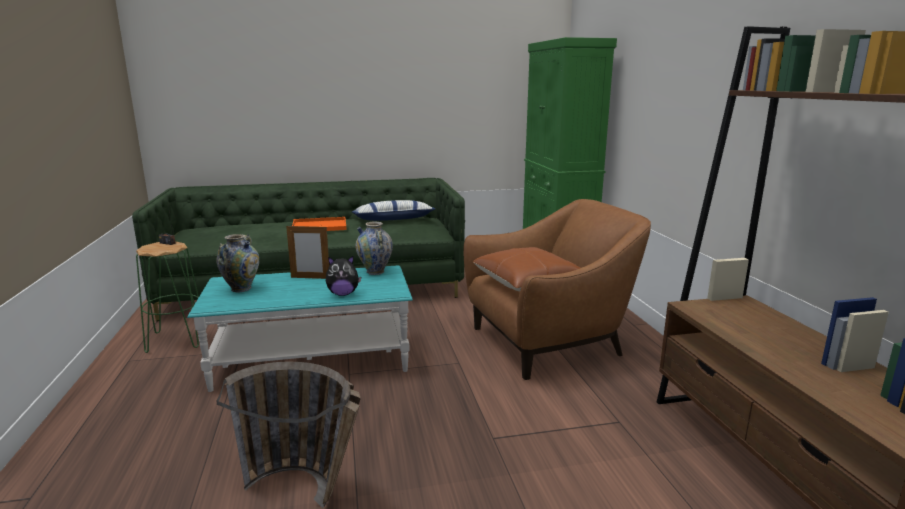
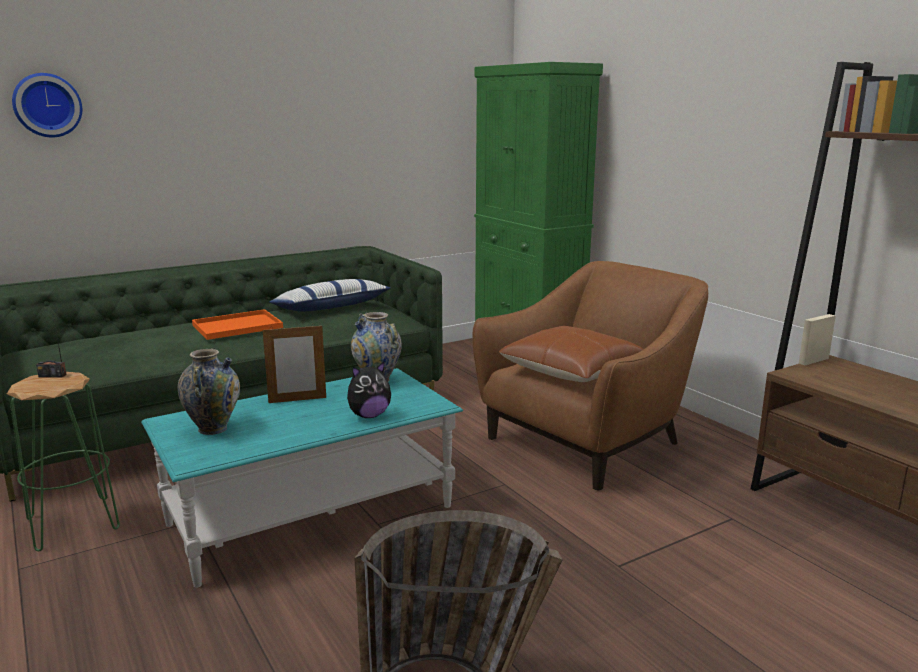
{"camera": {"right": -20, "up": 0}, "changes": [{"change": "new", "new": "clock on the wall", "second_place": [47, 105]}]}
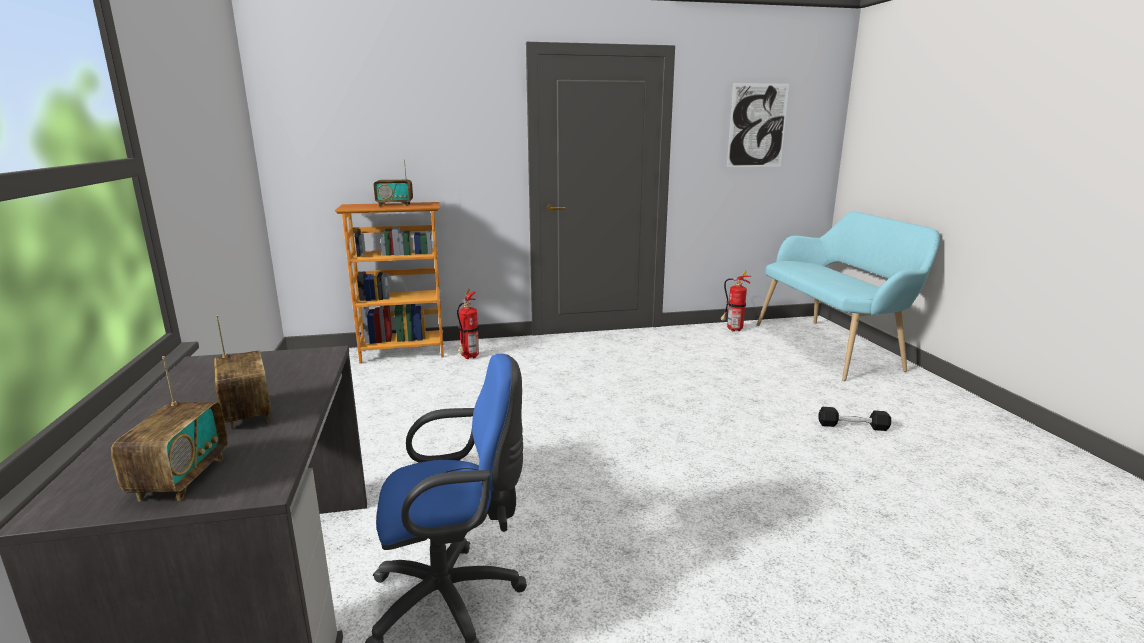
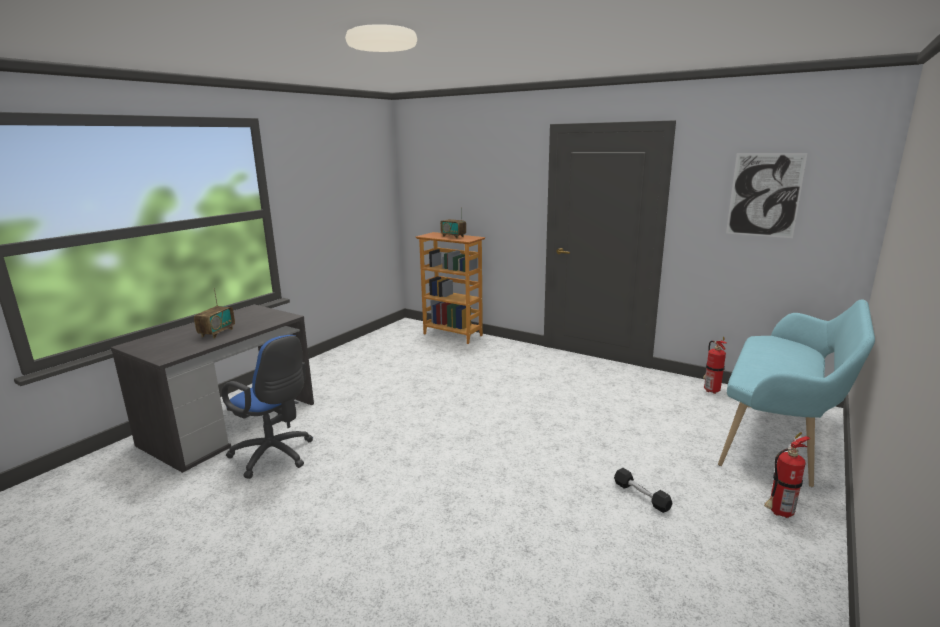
{"camera": {"right": 45, "up": 0}, "changes": [{"change": "shifted", "old": "fire extinguisher", "first_place": [469, 358], "second_place": [778, 513]}, {"change": "gone", "old": "radio receiver", "first_place": [181, 478]}]}
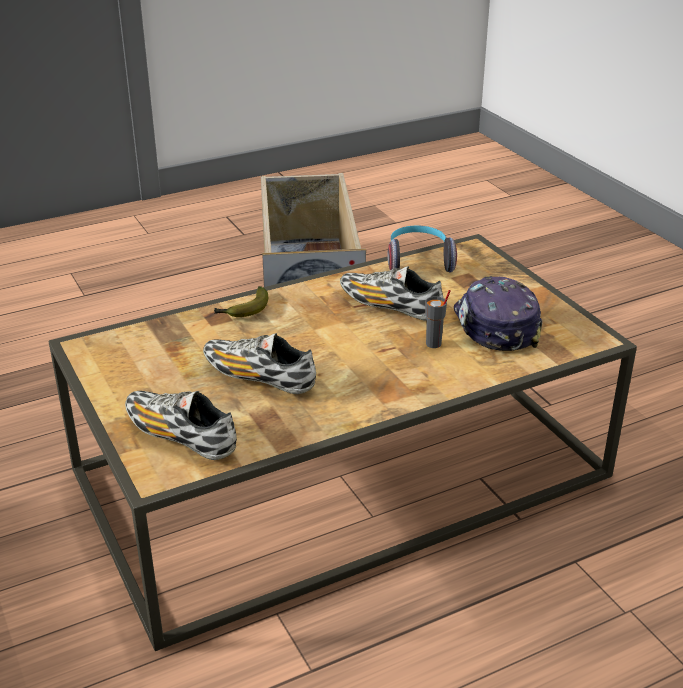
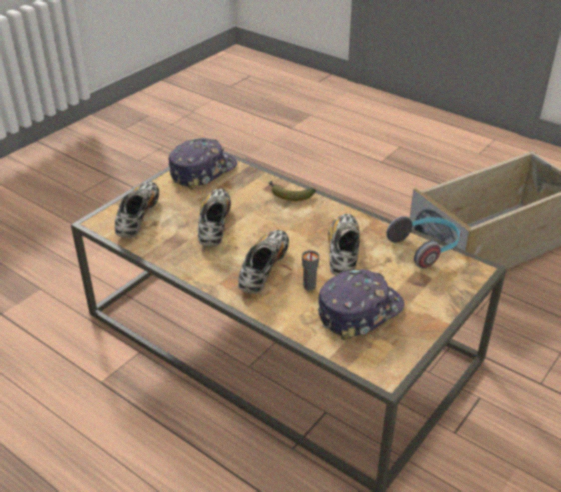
{"camera": {"right": 65, "up": 5}, "changes": [{"change": "new", "new": "cap", "second_place": [202, 171]}, {"change": "new", "new": "item of footwear", "second_place": [264, 269]}]}
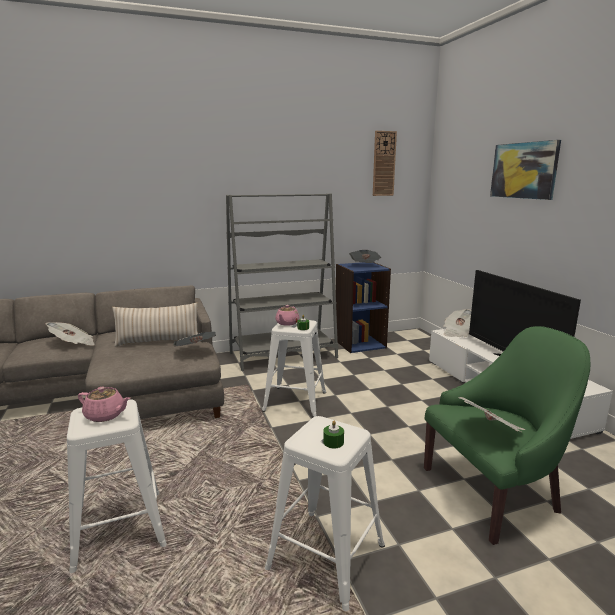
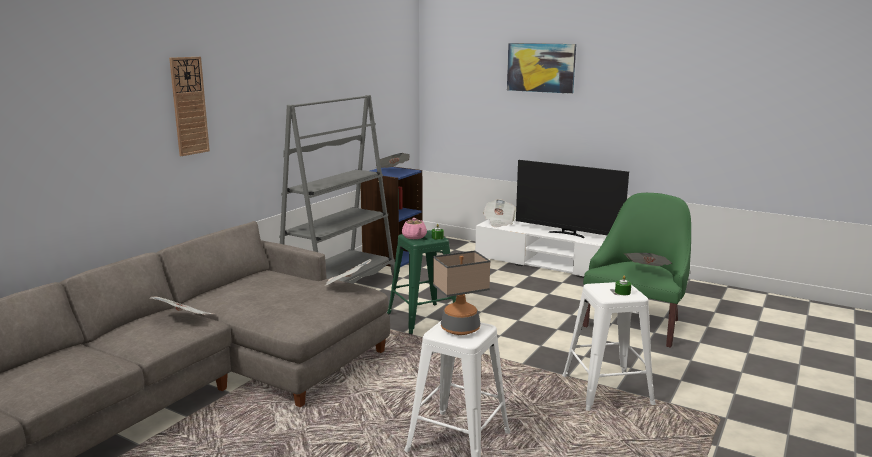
{"camera": {"right": -40, "up": 0}, "changes": [{"change": "shifted", "old": "clock on the wall", "first_place": [384, 164], "second_place": [189, 106]}, {"change": "repainted", "old": "whitish stool seat", "new": "greenish stool seat", "first_place": [294, 400], "second_place": [422, 318]}, {"change": "swapped", "old": "pinkish pot for tea", "new": "lamp for a table", "first_place": [105, 415], "second_place": [460, 329]}, {"change": "gone", "old": "beige-coloured throw pillow", "first_place": [158, 341]}]}
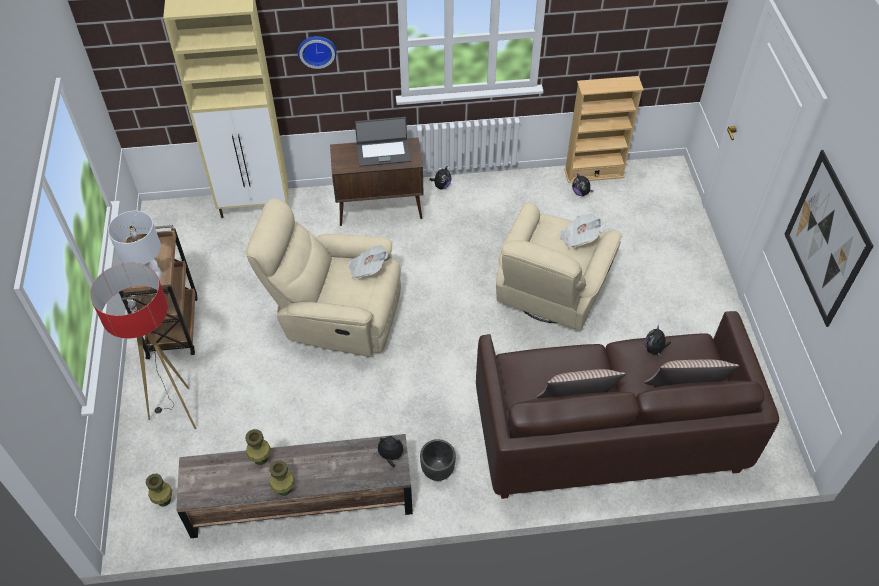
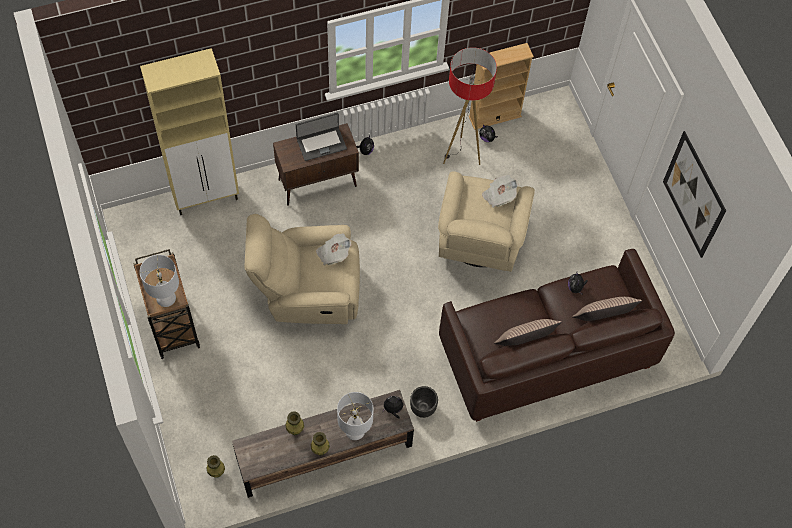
{"camera": {"right": -15, "up": 10}, "changes": [{"change": "new", "new": "whitish lamp for a table", "second_place": [355, 431]}, {"change": "shifted", "old": "floor lamp", "first_place": [177, 411], "second_place": [461, 155]}, {"change": "gone", "old": "clock on the wall", "first_place": [316, 50]}]}
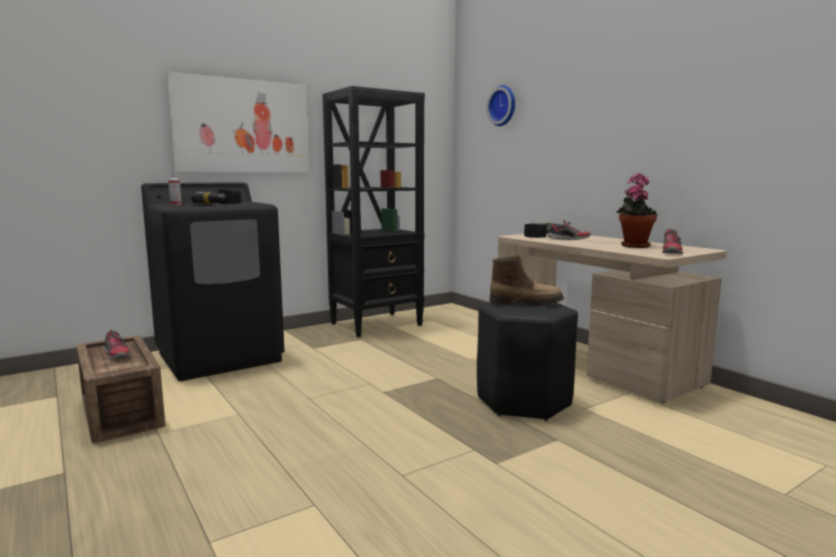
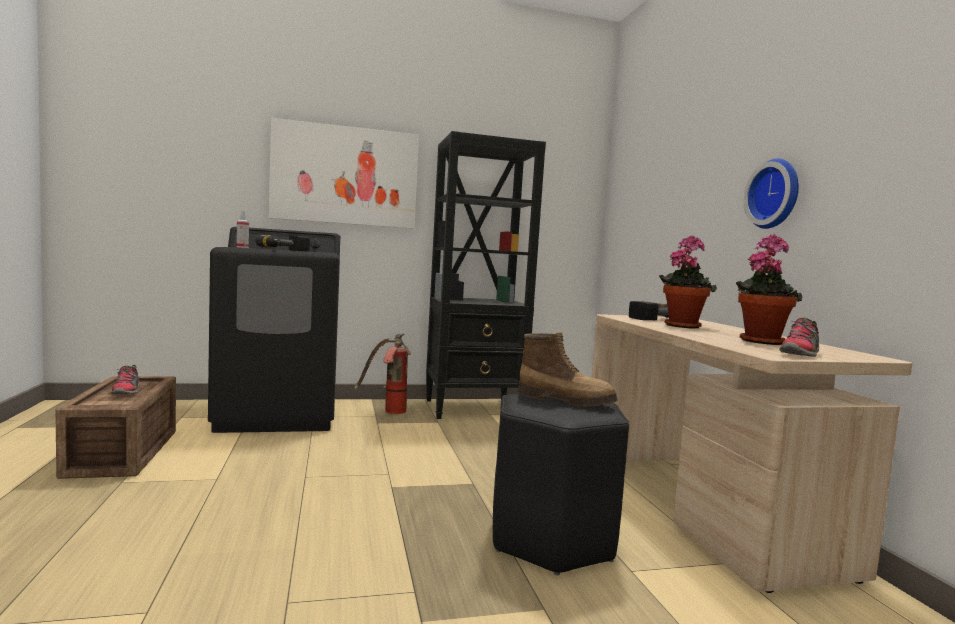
{"camera": {"right": 20, "up": -5}, "changes": [{"change": "new", "new": "fire extinguisher", "second_place": [386, 411]}, {"change": "swapped", "old": "item of footwear", "new": "potted plant", "first_place": [569, 239], "second_place": [682, 325]}, {"change": "shifted", "old": "clock on the wall", "first_place": [503, 106], "second_place": [776, 194]}]}
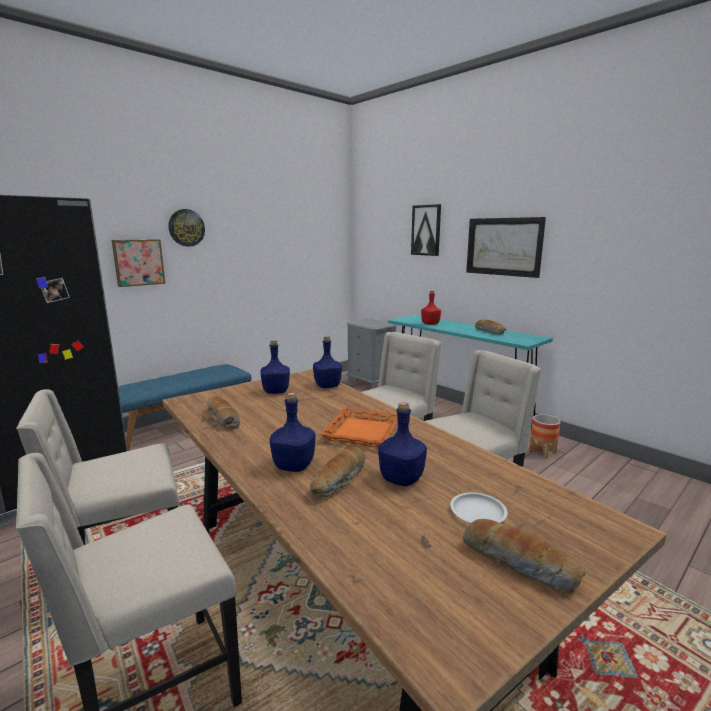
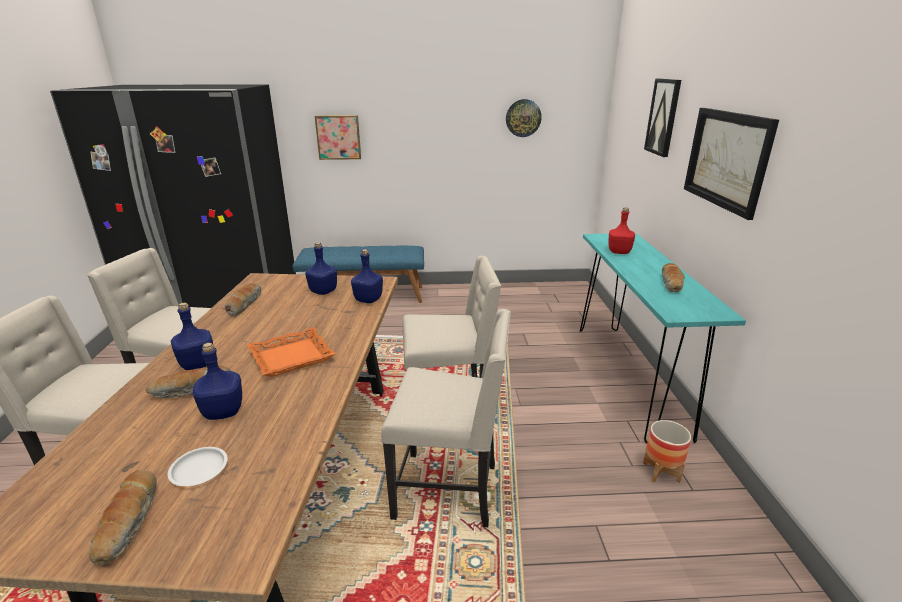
{"camera": {"right": 40, "up": 10}, "changes": [{"change": "shifted", "old": "clock on the wall", "first_place": [186, 228], "second_place": [523, 118]}, {"change": "gone", "old": "gray nightstand", "first_place": [370, 384]}]}
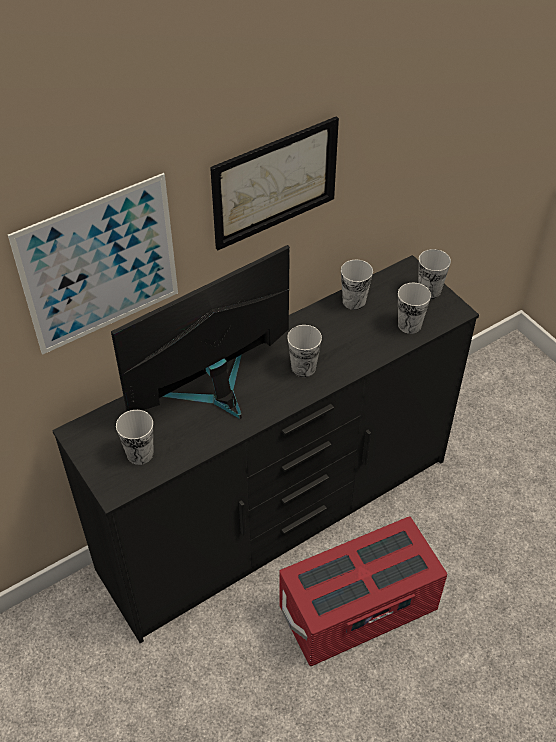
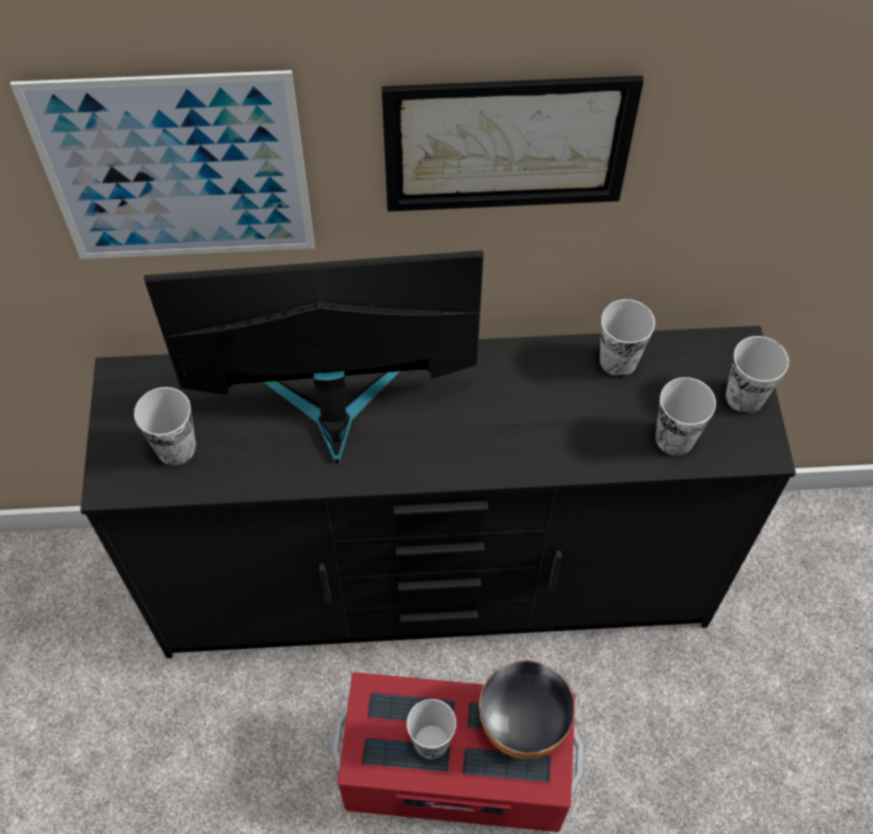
{"camera": {"right": 30, "up": 10}, "changes": [{"change": "shifted", "old": "cup", "first_place": [303, 368], "second_place": [431, 742]}, {"change": "new", "new": "serving bowl", "second_place": [523, 725]}]}
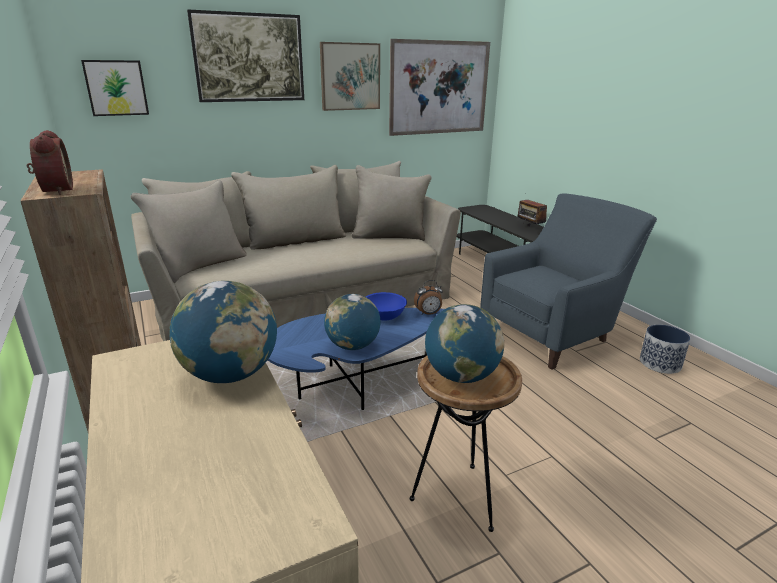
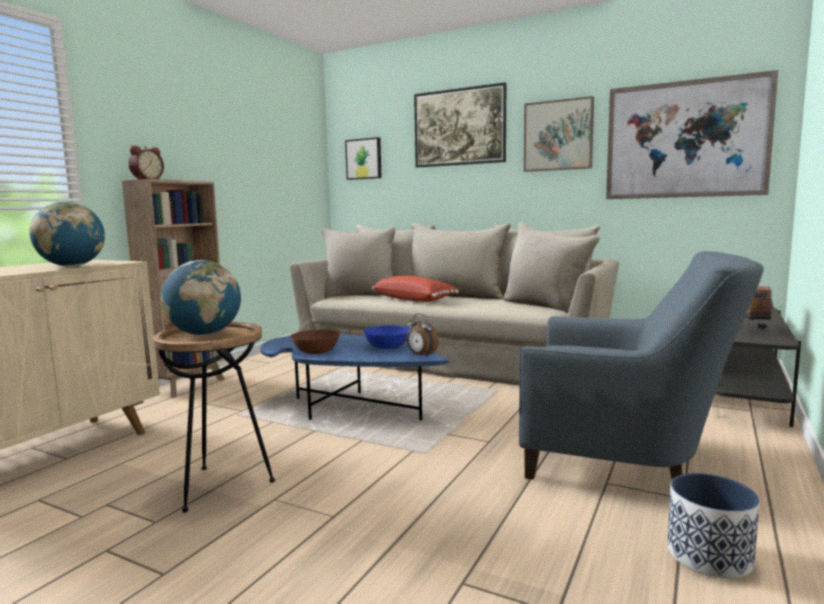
{"camera": {"right": 55, "up": -15}, "changes": [{"change": "swapped", "old": "world globe", "new": "brown-coloured serving bowl", "first_place": [353, 346], "second_place": [316, 352]}, {"change": "new", "new": "red-coloured throw pillow", "second_place": [414, 300]}]}
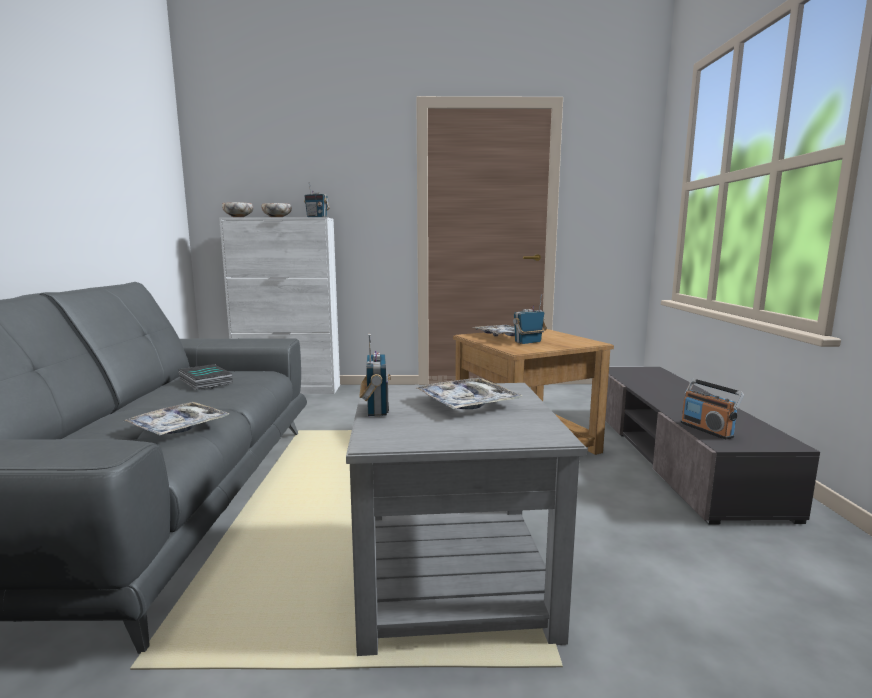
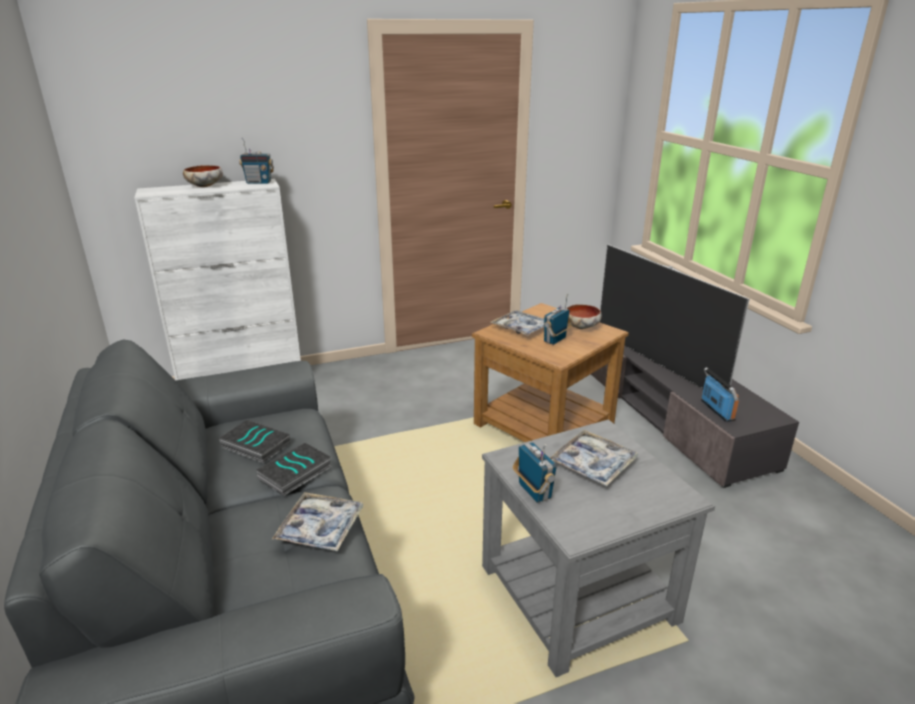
{"camera": {"right": -20, "up": 15}, "changes": [{"change": "new", "new": "volume", "second_place": [295, 474]}, {"change": "shifted", "old": "serving bowl", "first_place": [239, 217], "second_place": [581, 326]}, {"change": "new", "new": "television", "second_place": [656, 363]}, {"change": "rotated", "old": "radio receiver", "first_place": [707, 430], "second_place": [716, 410], "degrees": -150}]}
